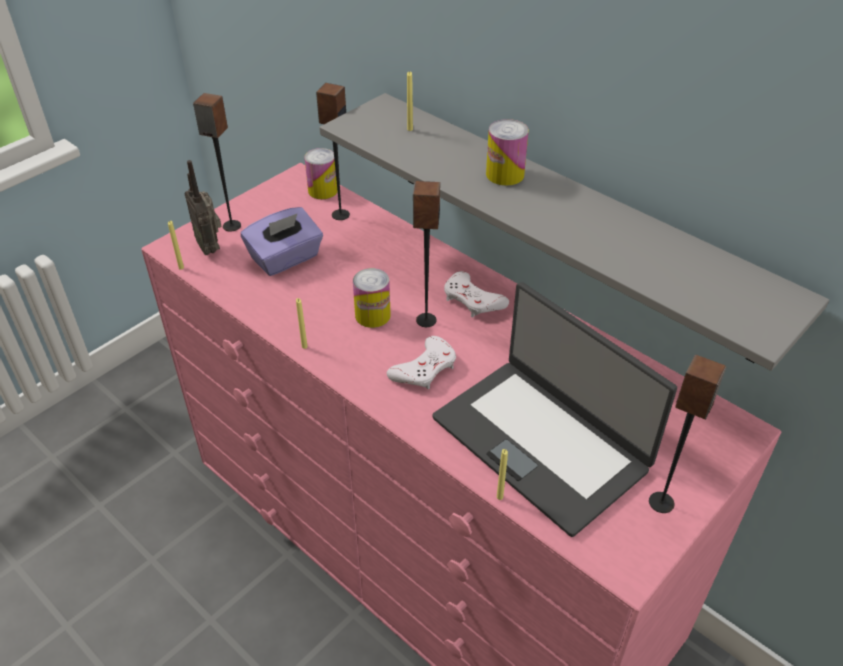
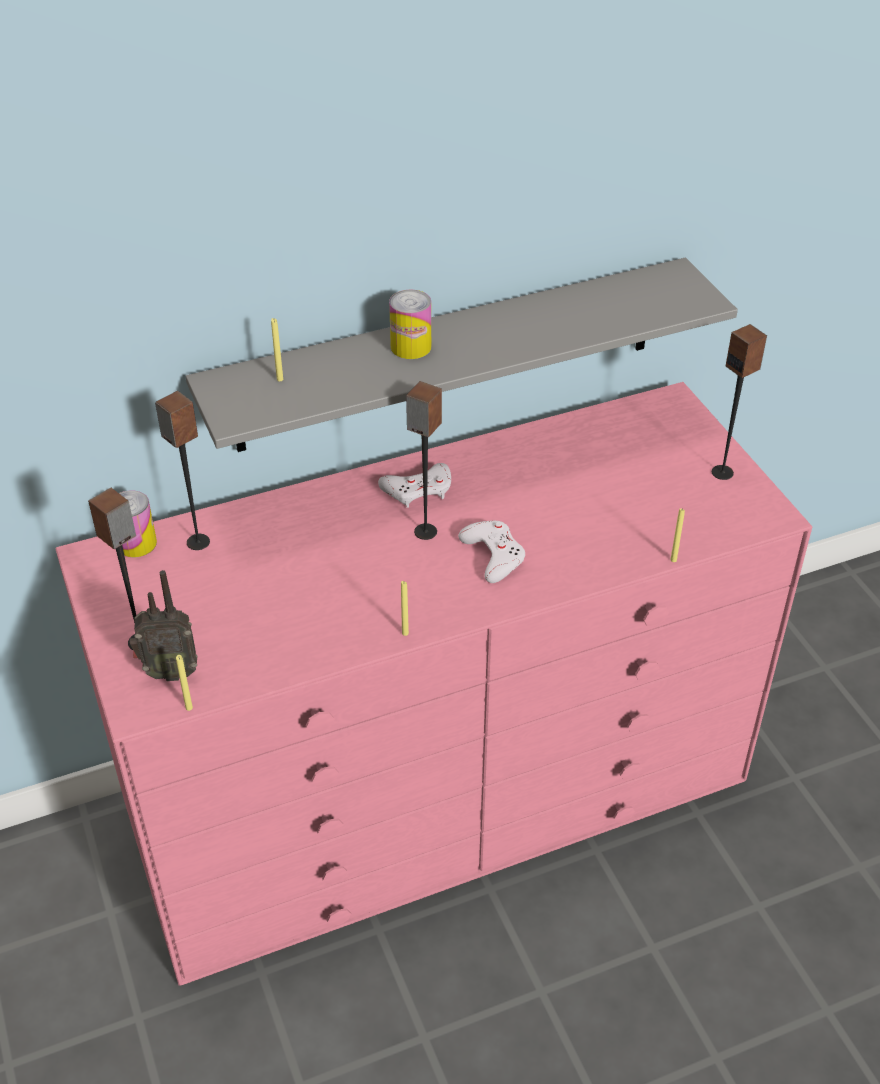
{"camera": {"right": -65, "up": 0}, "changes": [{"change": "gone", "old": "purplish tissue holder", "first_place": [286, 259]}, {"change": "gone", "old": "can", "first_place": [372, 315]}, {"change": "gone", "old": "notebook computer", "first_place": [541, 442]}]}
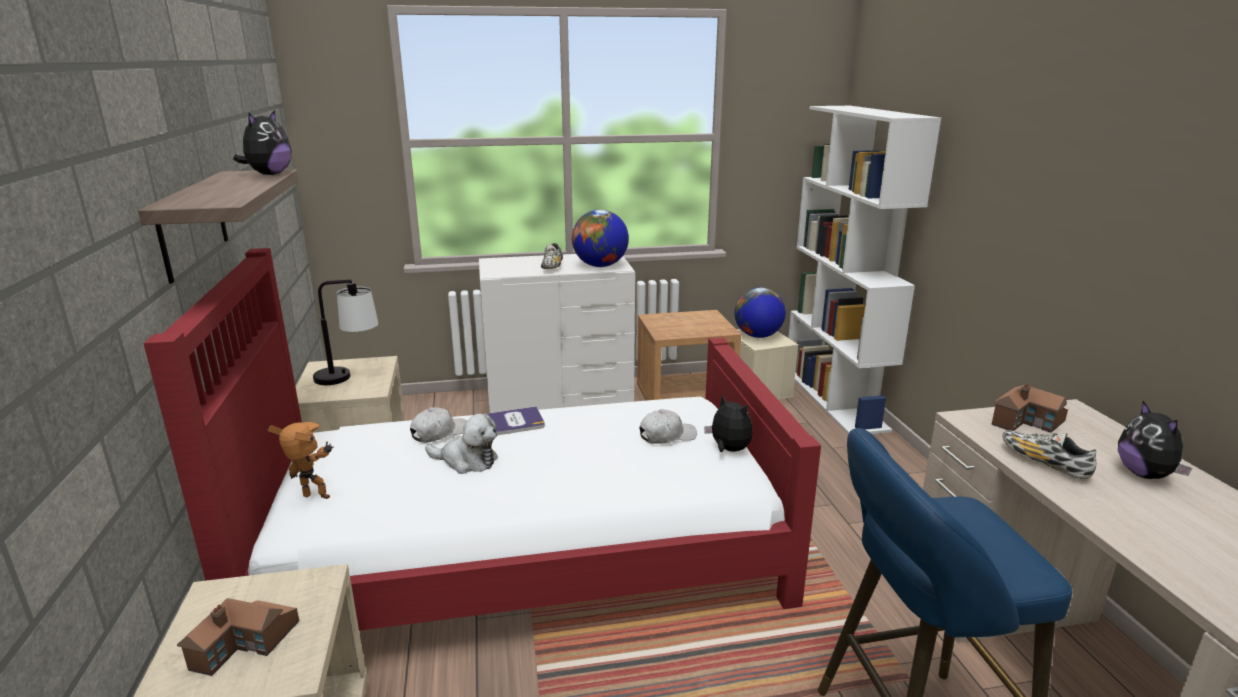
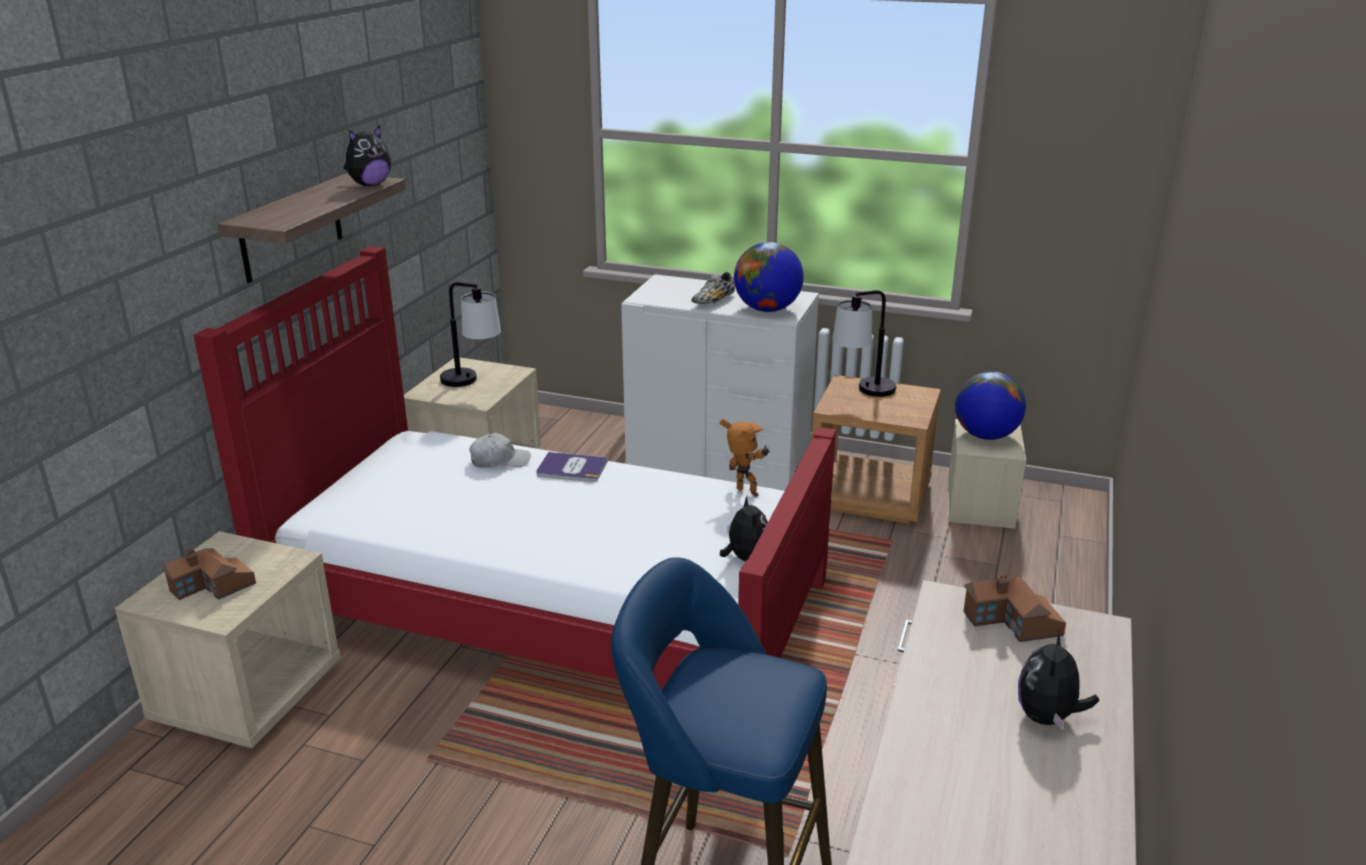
{"camera": {"right": 30, "up": 5}, "changes": [{"change": "shifted", "old": "robot figure", "first_place": [314, 499], "second_place": [745, 494]}, {"change": "new", "new": "lamp for a table", "second_place": [863, 393]}, {"change": "gone", "old": "plush toy", "first_place": [467, 461]}, {"change": "gone", "old": "whitish cap", "first_place": [667, 436]}, {"change": "gone", "old": "whitish bookshelf", "first_place": [835, 399]}, {"change": "gone", "old": "item of footwear", "first_place": [1043, 463]}]}
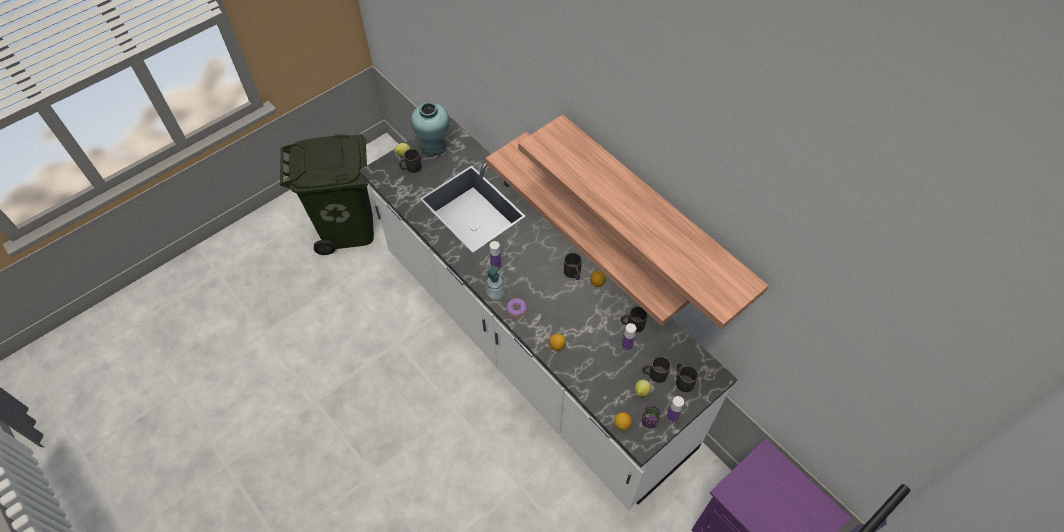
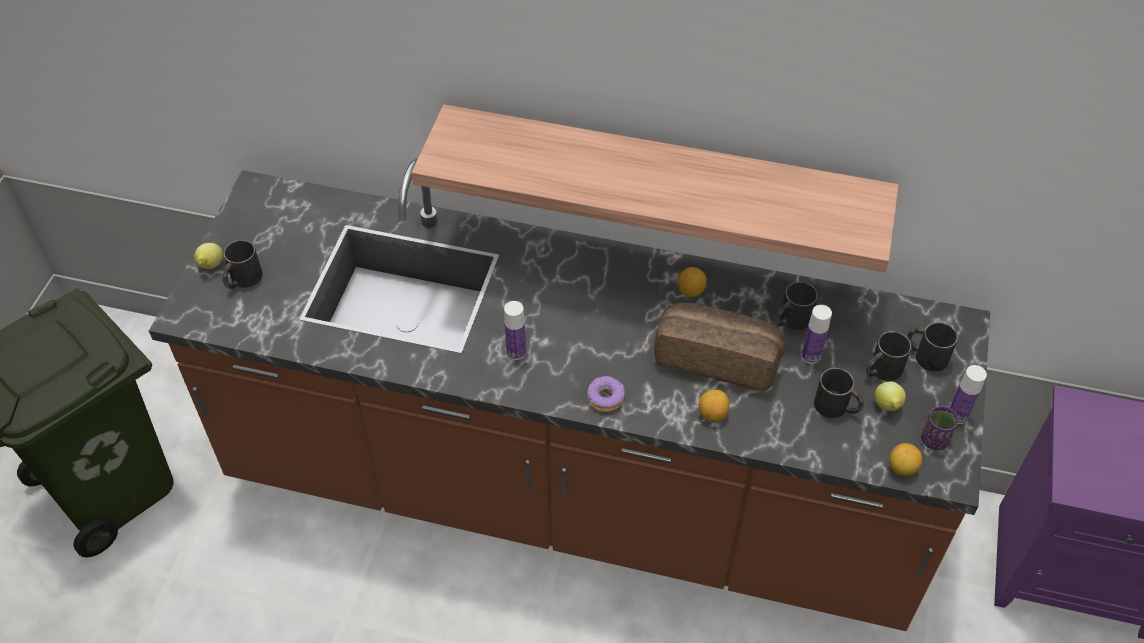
{"camera": {"right": -35, "up": -5}, "changes": [{"change": "repainted", "old": "whitish kitchen base unit", "new": "brown-coloured kitchen base unit", "first_place": [532, 349], "second_place": [572, 494]}, {"change": "new", "new": "baked bread", "second_place": [717, 357]}, {"change": "shifted", "old": "black tea mug", "first_place": [573, 273], "second_place": [837, 407]}, {"change": "gone", "old": "turquoise decorative vase", "first_place": [434, 147]}, {"change": "gone", "old": "soap bottle", "first_place": [495, 293]}, {"change": "gone", "old": "wall shelf", "first_place": [654, 210]}]}
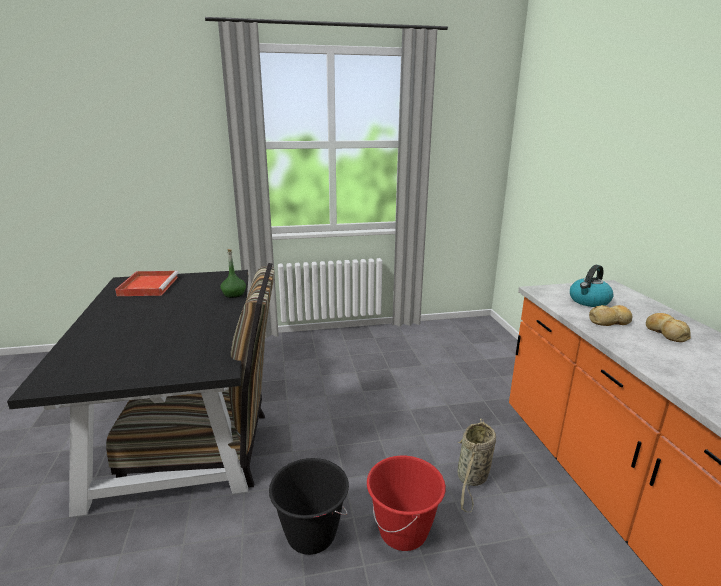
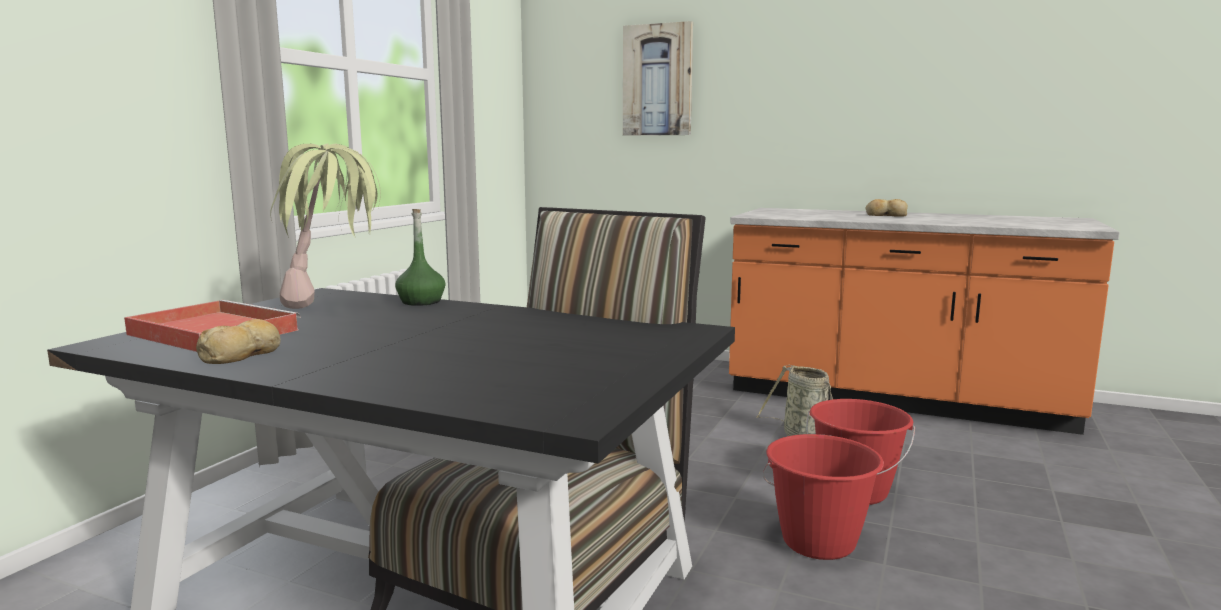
{"camera": {"right": -55, "up": -10}, "changes": [{"change": "shifted", "old": "baked bread", "first_place": [610, 321], "second_place": [243, 354]}, {"change": "new", "new": "potted plant", "second_place": [335, 307]}, {"change": "new", "new": "picture", "second_place": [658, 80]}, {"change": "repainted", "old": "black pail", "new": "red-coloured pail", "first_place": [311, 535], "second_place": [818, 543]}, {"change": "gone", "old": "tea kettle", "first_place": [589, 301]}]}
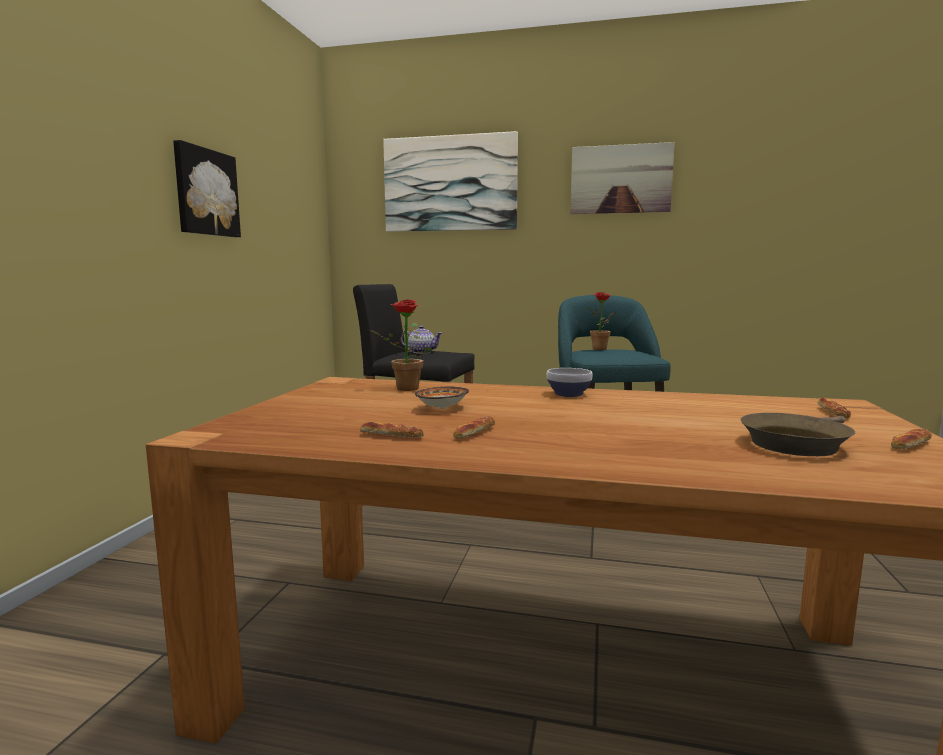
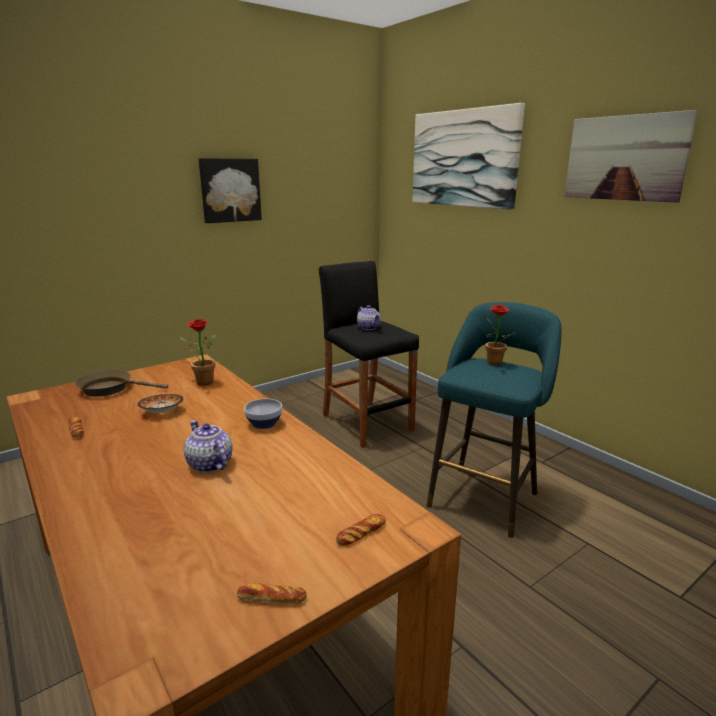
{"camera": {"right": 40, "up": 10}, "changes": [{"change": "shifted", "old": "brown-coloured skillet", "first_place": [796, 443], "second_place": [110, 389]}, {"change": "new", "new": "pot for tea", "second_place": [209, 464]}, {"change": "gone", "old": "baked bread", "first_place": [474, 433]}]}
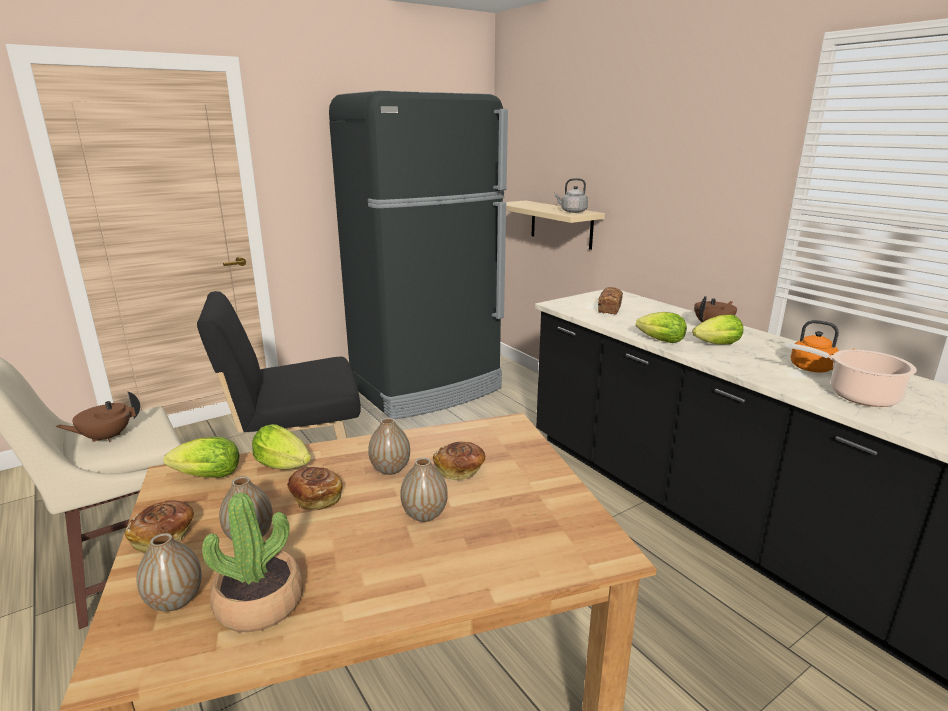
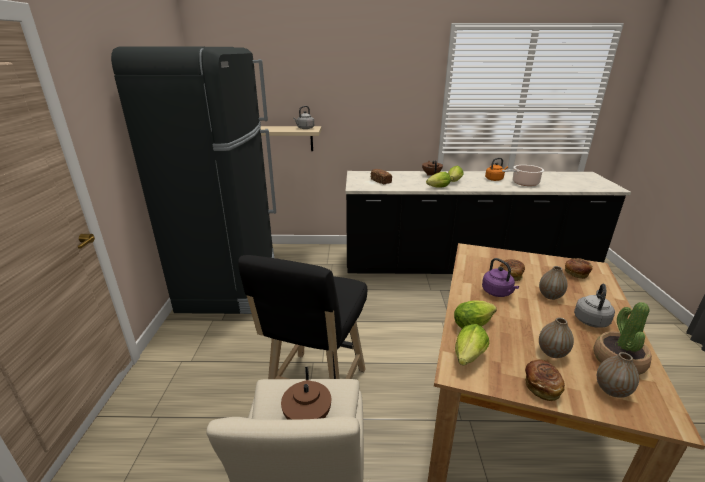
{"camera": {"right": -55, "up": 5}, "changes": [{"change": "swapped", "old": "decorative vase", "new": "purplish tea kettle", "first_place": [390, 469], "second_place": [498, 292]}, {"change": "shifted", "old": "baked bread", "first_place": [316, 498], "second_place": [576, 273]}, {"change": "new", "new": "gray tea kettle", "second_place": [591, 319]}]}
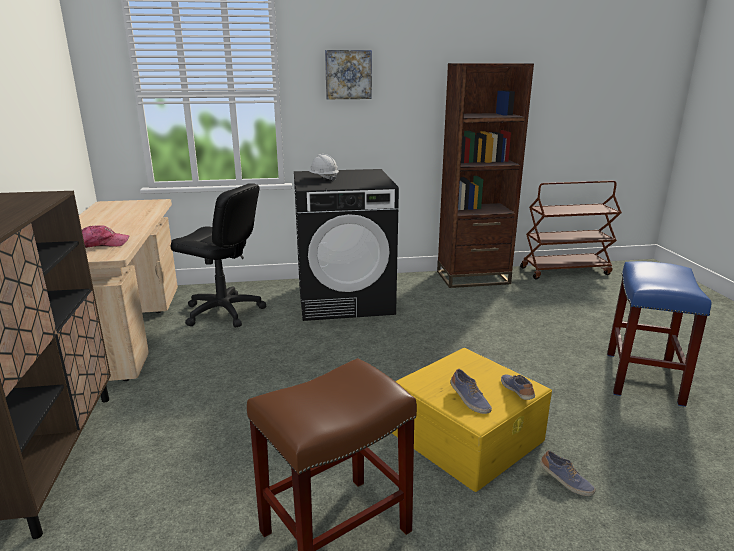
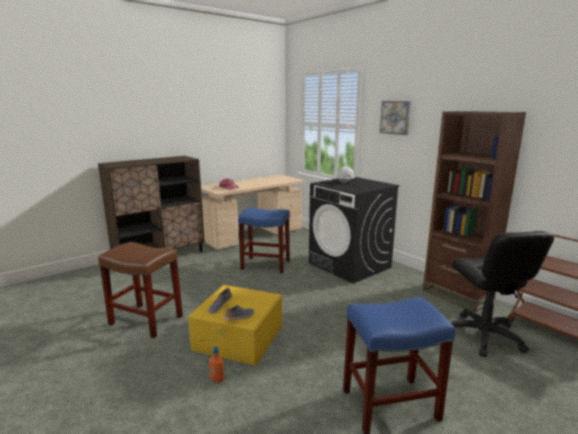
{"camera": {"right": 60, "up": -5}, "changes": [{"change": "swapped", "old": "item of footwear", "new": "orange-coloured beverage bottle", "first_place": [565, 481], "second_place": [217, 380]}, {"change": "new", "new": "bluish stool seat", "second_place": [266, 265]}, {"change": "shifted", "old": "black office chair", "first_place": [223, 312], "second_place": [483, 336]}]}
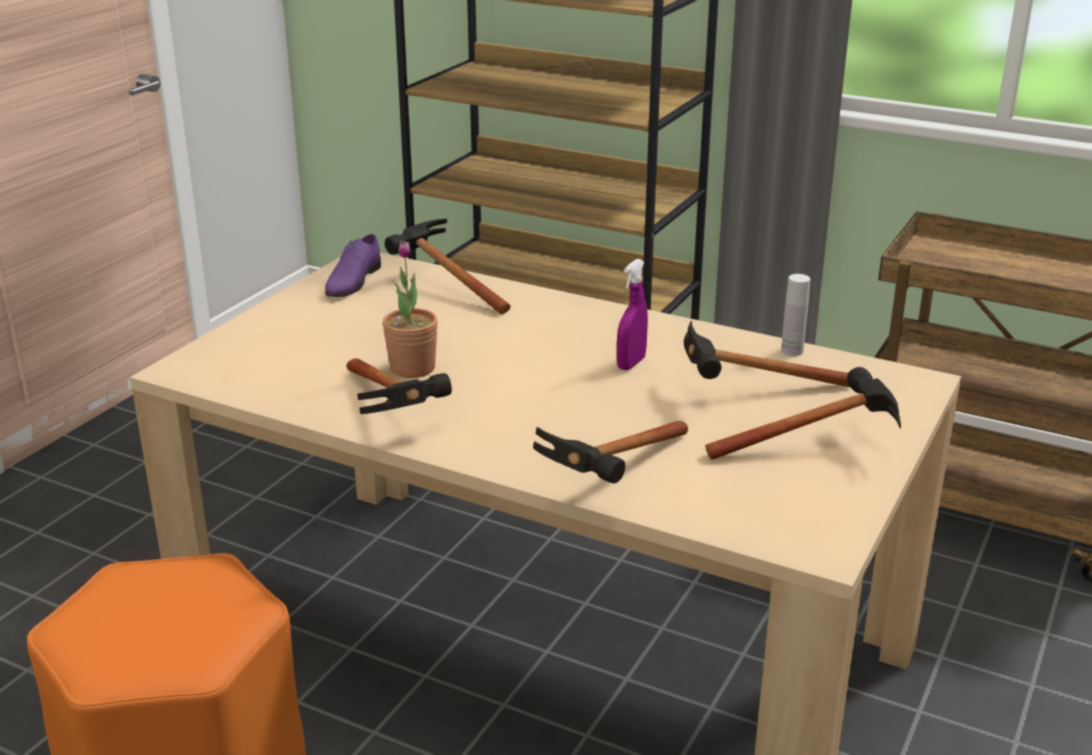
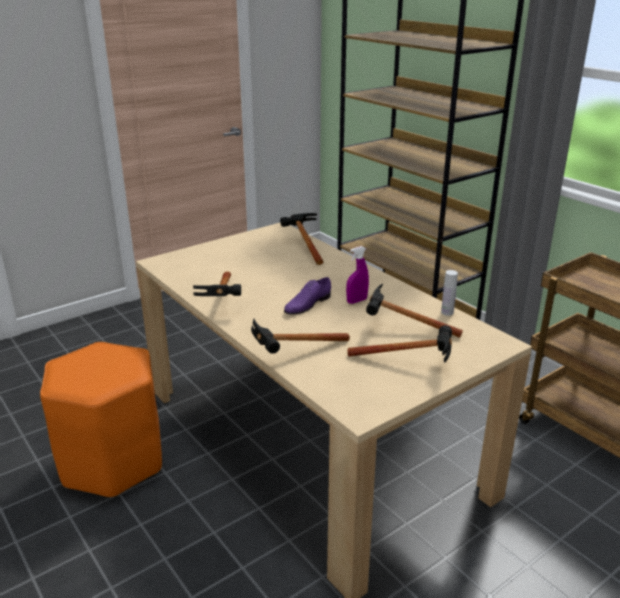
{"camera": {"right": 25, "up": 0}, "changes": [{"change": "shifted", "old": "purplish item of footwear", "first_place": [352, 280], "second_place": [307, 304]}, {"change": "gone", "old": "potted plant", "first_place": [412, 368]}]}
